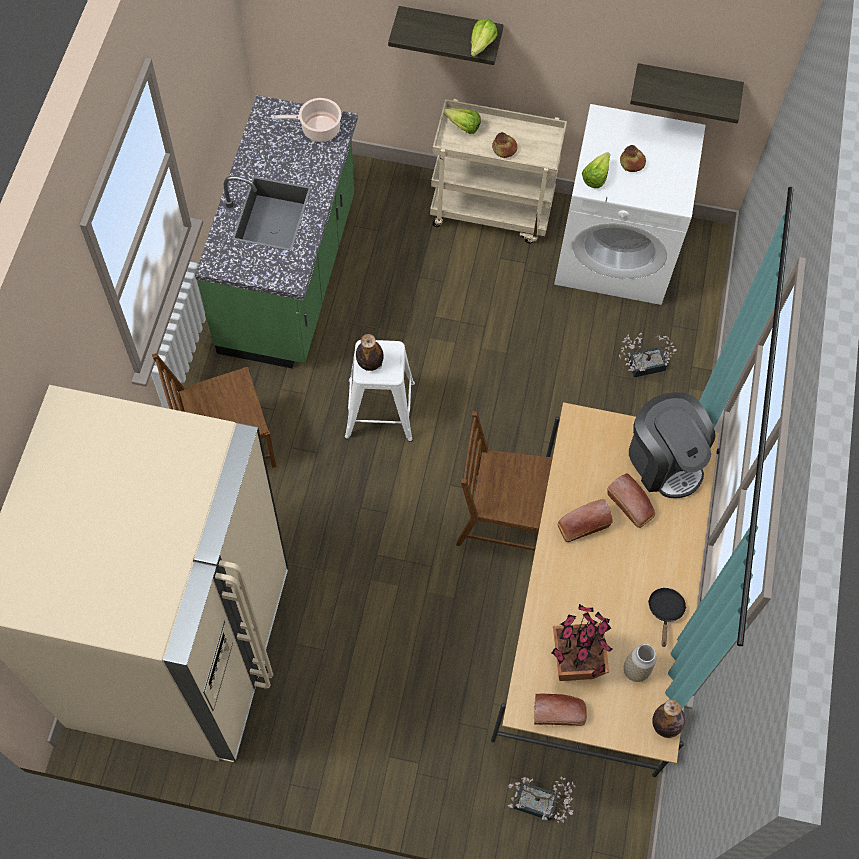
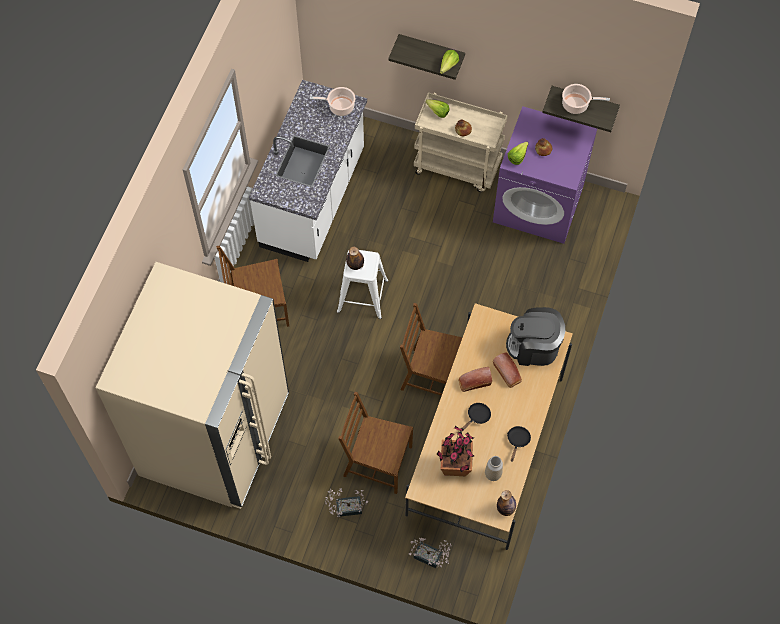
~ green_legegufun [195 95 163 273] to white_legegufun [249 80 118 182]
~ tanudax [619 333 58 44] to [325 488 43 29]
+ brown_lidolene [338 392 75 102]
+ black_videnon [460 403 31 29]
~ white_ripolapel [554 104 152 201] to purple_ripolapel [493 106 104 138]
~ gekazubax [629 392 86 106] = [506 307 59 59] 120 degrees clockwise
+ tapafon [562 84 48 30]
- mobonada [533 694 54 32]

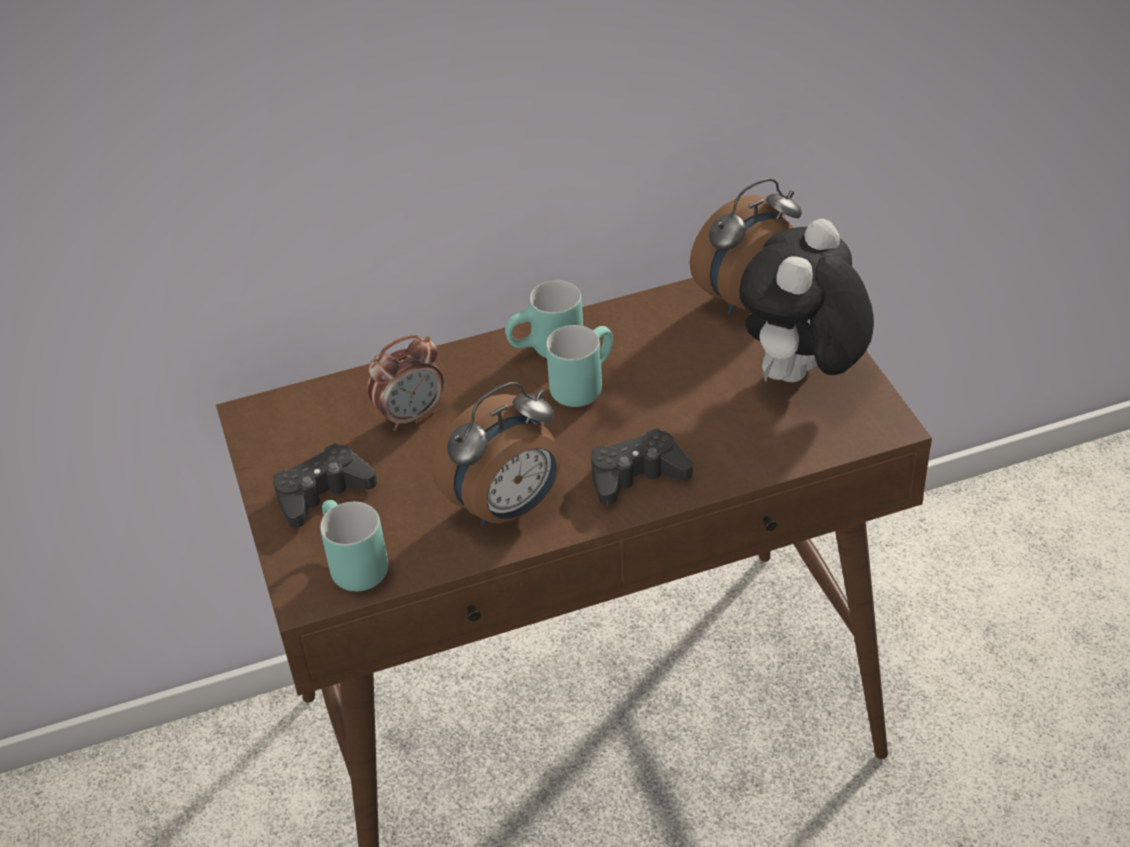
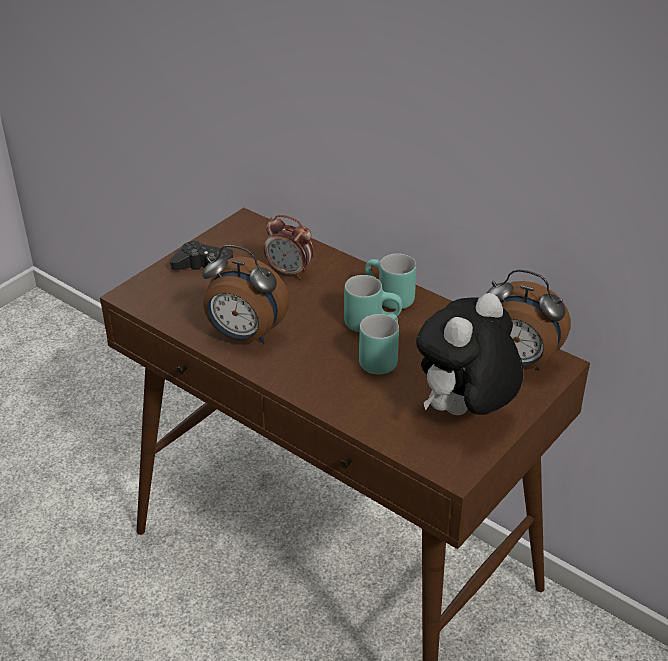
~ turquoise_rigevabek [320 500 68 91] to [359 313 40 62]
~ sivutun [739 219 135 164] = [416 293 107 122] 45 degrees counterclockwise
- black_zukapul [591 428 102 77]

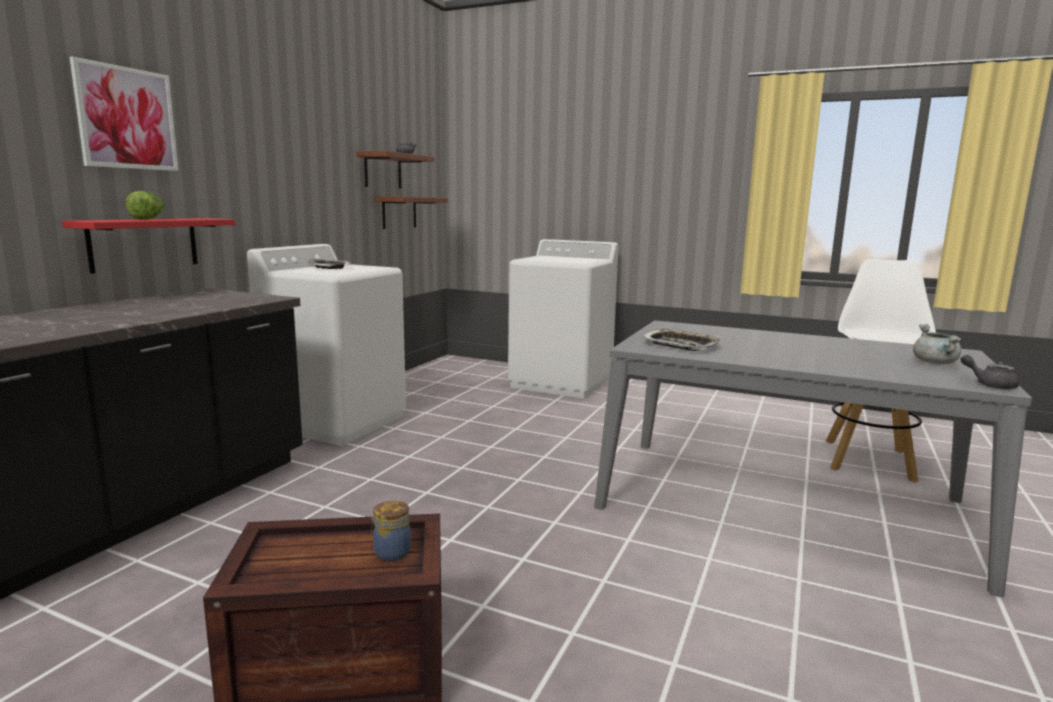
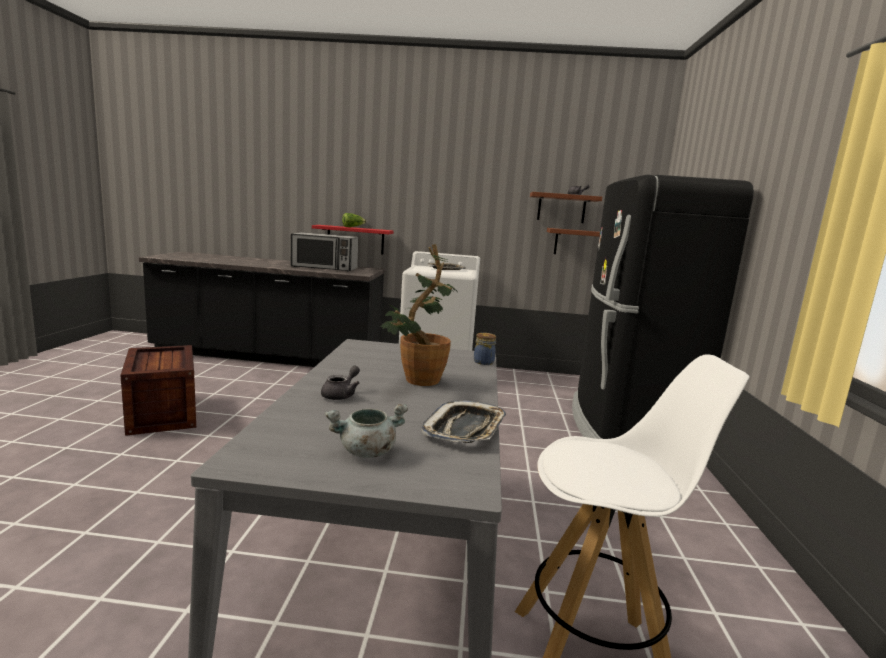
+ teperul [291 232 67 39]
~ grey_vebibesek [960 355 59 34] to [321 366 39 34]
+ tanudax [381 244 77 142]
~ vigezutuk [642 329 79 22] to [421 400 85 43]
~ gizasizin [371 501 40 60] to [474 333 22 32]
~ white_ripolapel [508 239 110 159] to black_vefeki [572 175 182 264]
- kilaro [70 56 108 115]

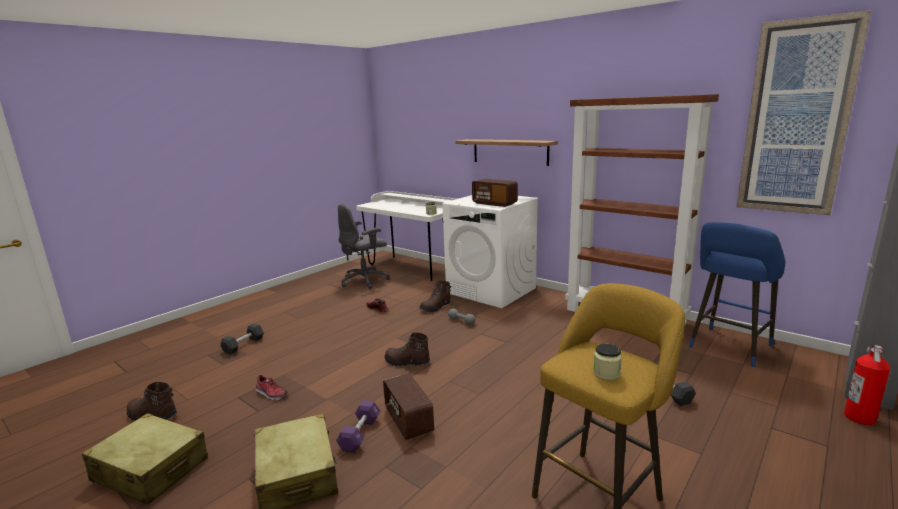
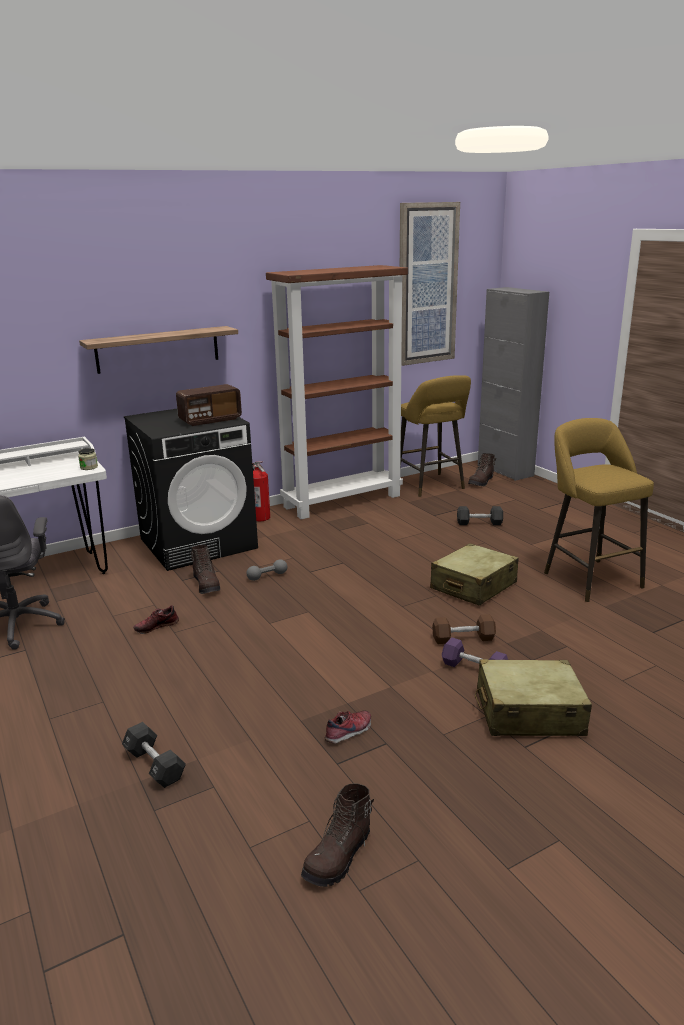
~ white_ripolapel [442 195 97 113] to black_ripolapel [124 409 134 162]
~ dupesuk [844 345 46 80] to [252 461 18 60]
~ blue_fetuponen [689 222 97 145] to yellow_fetuponen [400 375 71 122]
~ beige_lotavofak [82 413 126 92] to [430 543 89 63]
~ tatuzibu [383 373 51 67] to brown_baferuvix [432 614 64 30]
~ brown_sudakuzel [384 332 46 34] to [468 453 28 33]
- gizasizin [593 344 29 36]

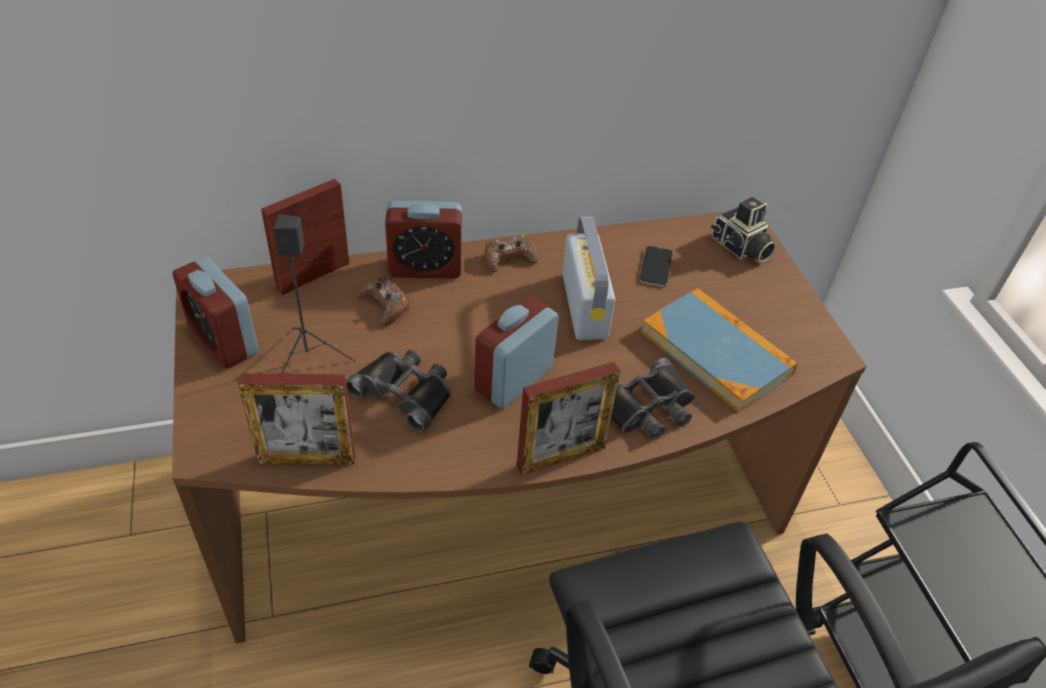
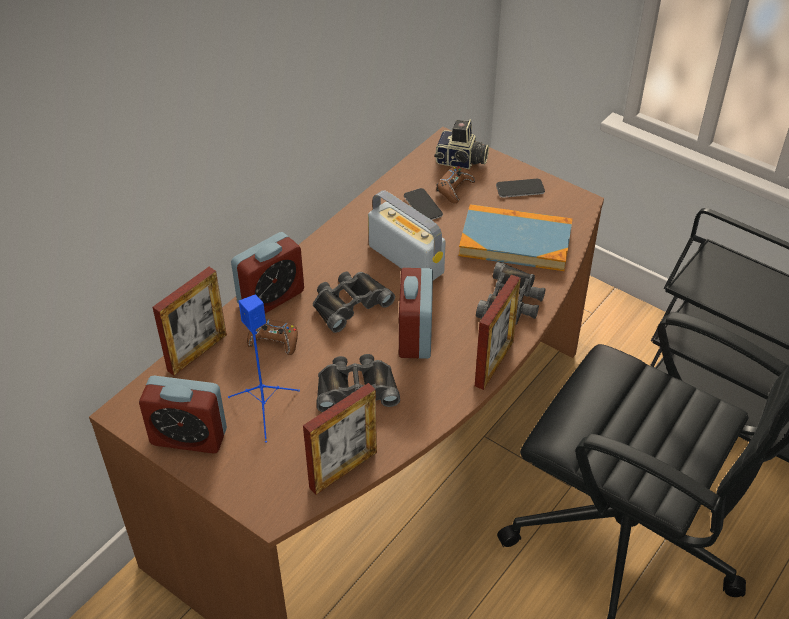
~ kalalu [261 179 88 116] = [152 267 75 109] 150 degrees counterclockwise
~ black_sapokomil [274 214 82 160] to blue_sapokomil [228 294 72 149]
+ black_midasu [313 272 82 61]
~ brown_zukapul [485 235 53 37] to [436 166 39 38]
+ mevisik [496 179 49 19]

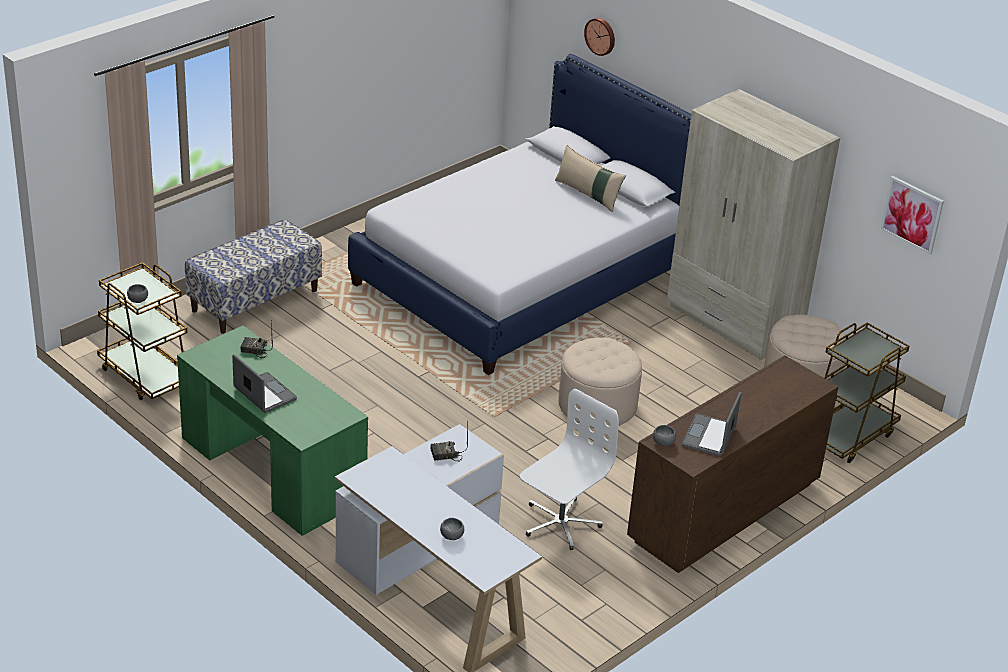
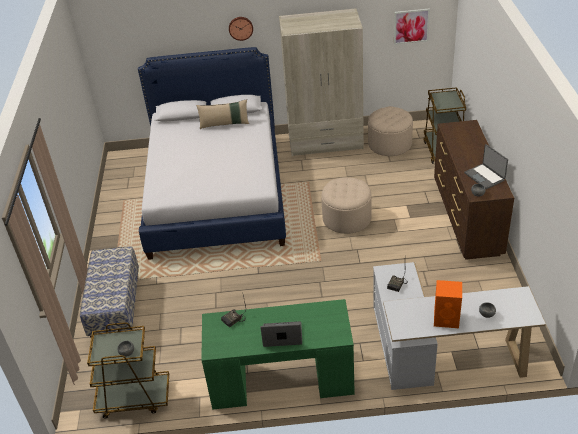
~ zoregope [584 18 31 38] to [229 17 24 24]
+ orange_sapokomil [434 280 28 48]
- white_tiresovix [520 389 99 161]

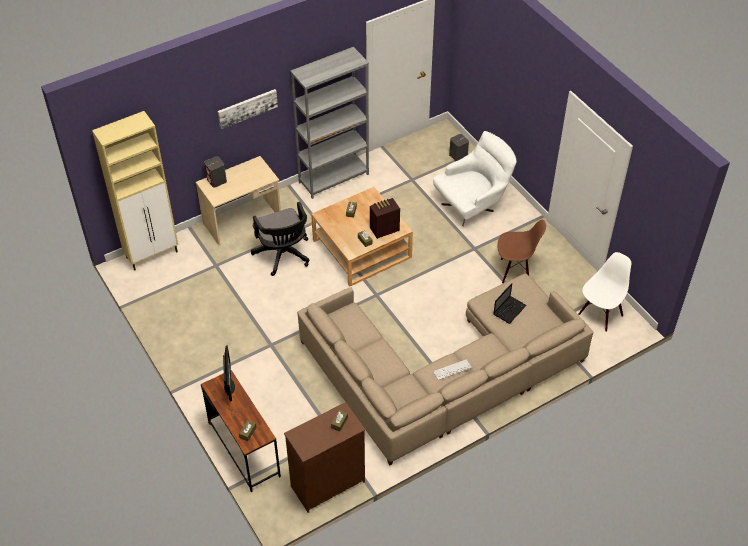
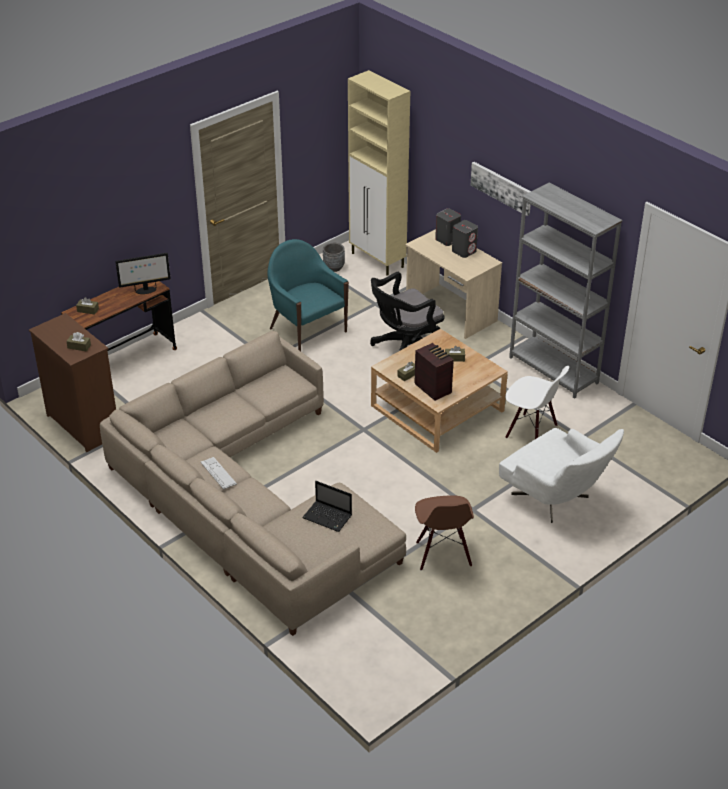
+ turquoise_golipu [267 239 82 112]
+ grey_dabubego [323 243 22 29]
~ grey_sapokomil [449 134 20 27] to [452 220 26 38]
~ white_lidolene [578 252 53 80] to [505 366 64 73]

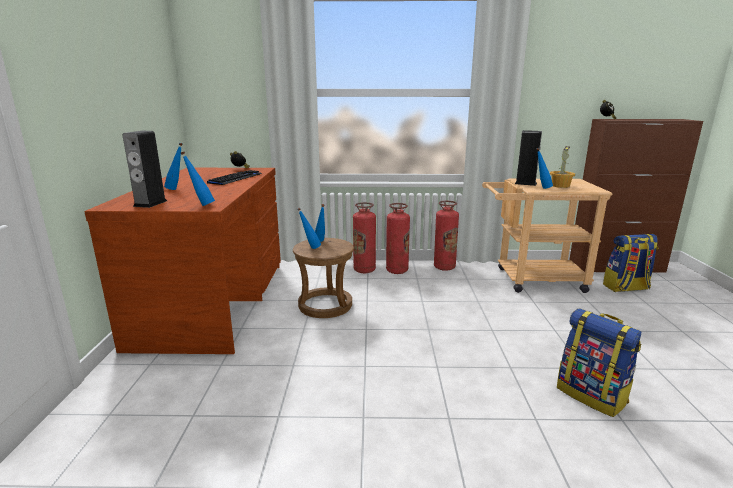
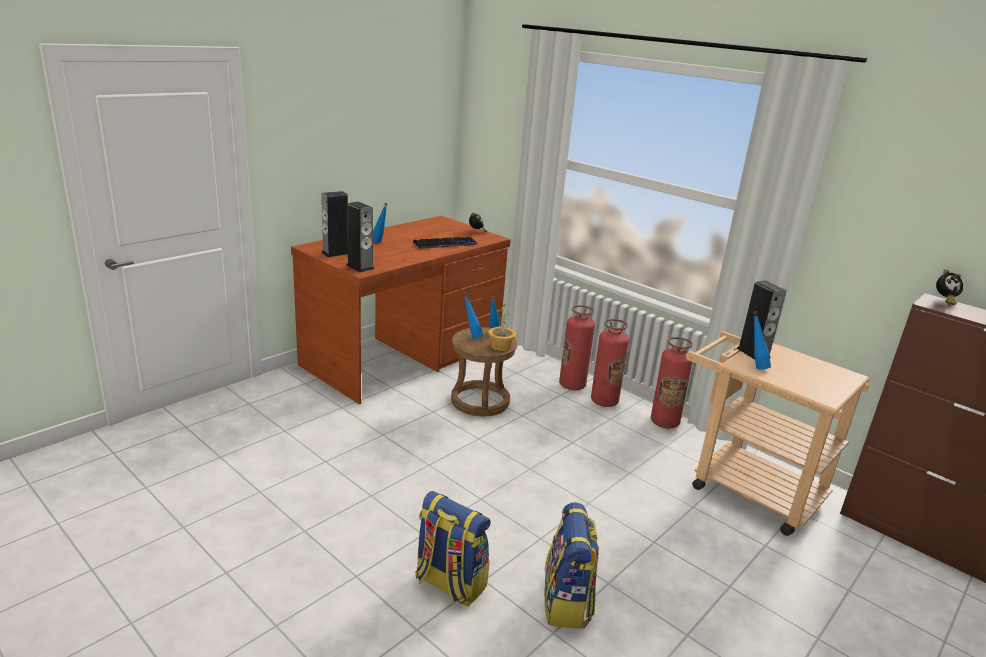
~ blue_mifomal [181 152 34 54] to sapokomil [347 202 27 70]
~ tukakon [603 234 55 58] to [416 491 75 115]
~ tanudax [550 146 25 42] to [488 304 28 47]

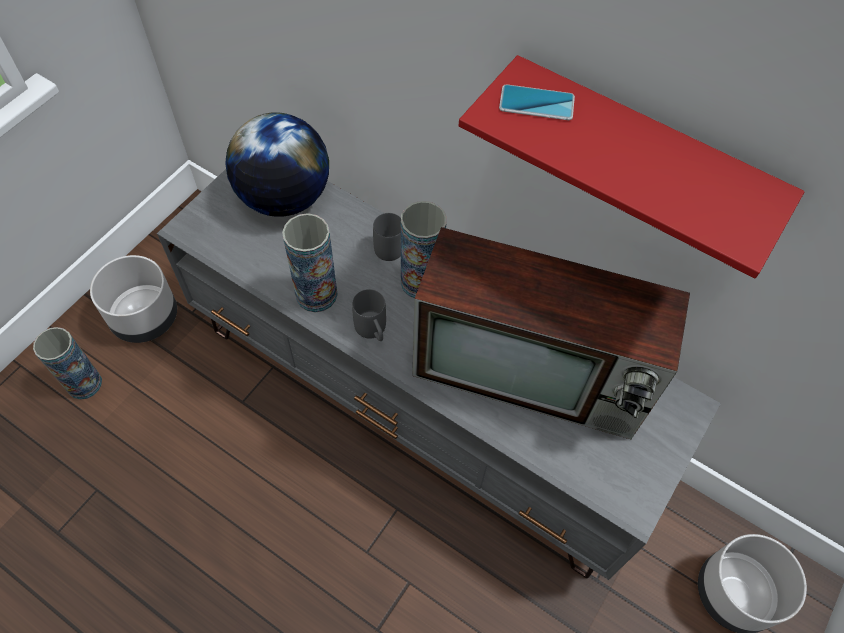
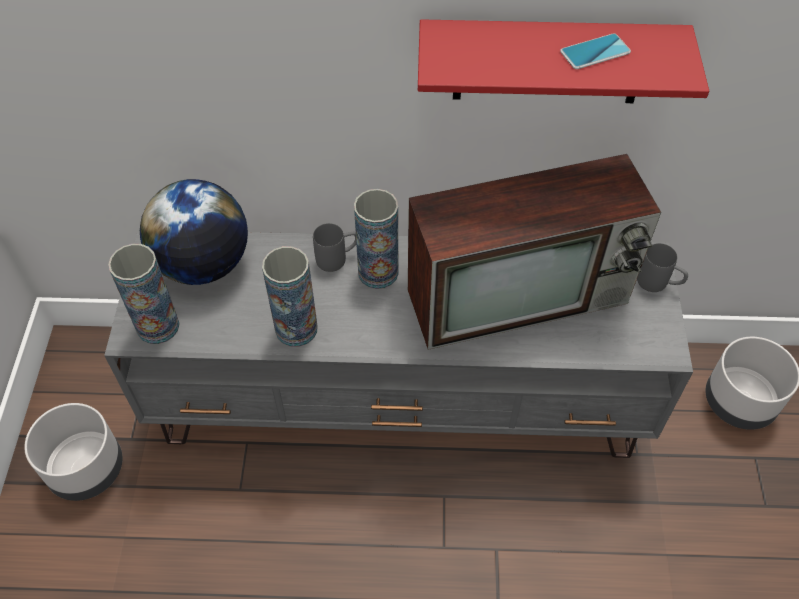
~ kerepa [33 327 69 73] to [108 244 71 100]
~ mevisik [499 84 76 36] to [560 33 71 36]
~ grey_rigevabek [352 289 34 52] to [637 243 51 49]

